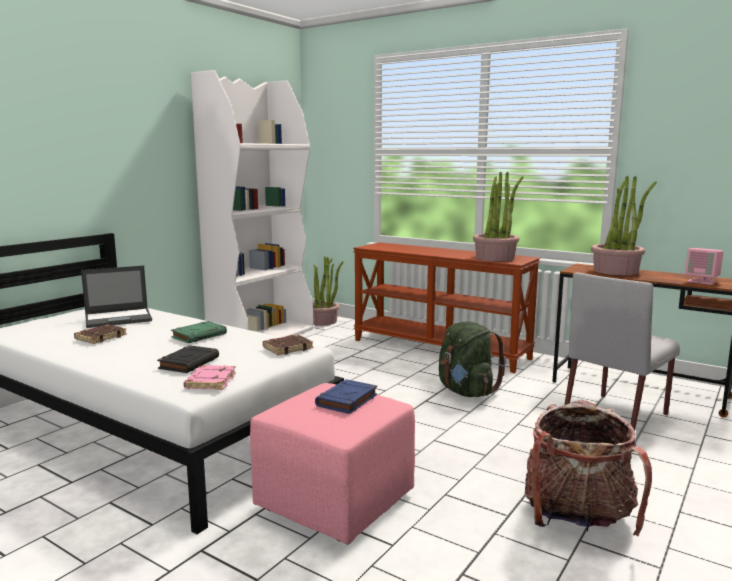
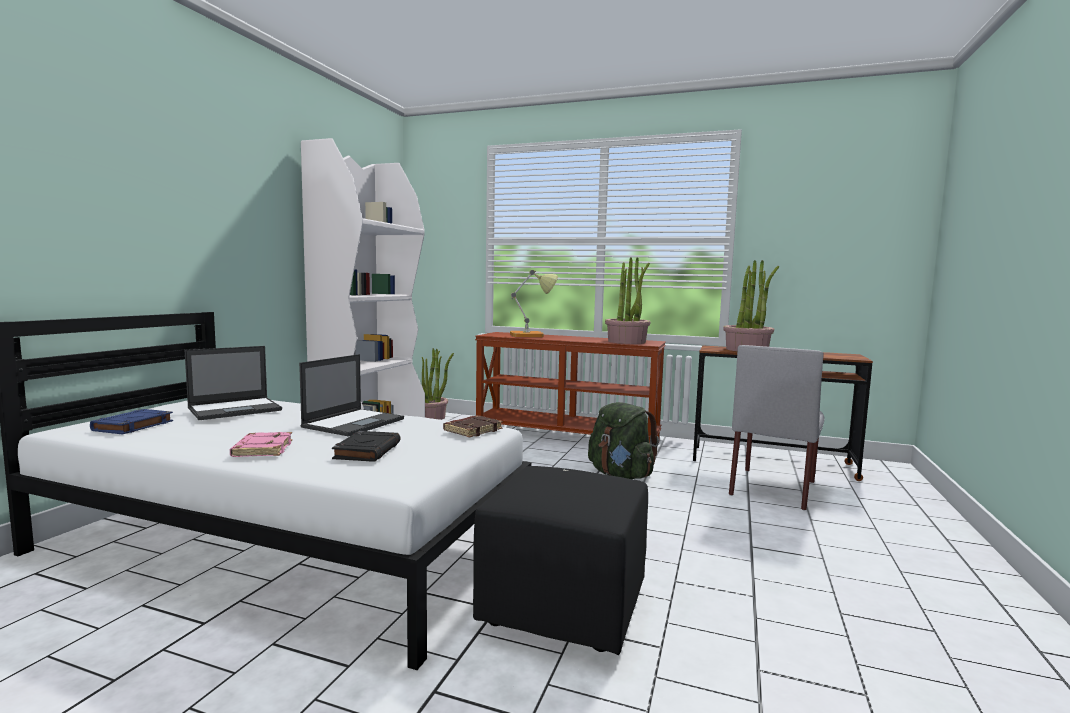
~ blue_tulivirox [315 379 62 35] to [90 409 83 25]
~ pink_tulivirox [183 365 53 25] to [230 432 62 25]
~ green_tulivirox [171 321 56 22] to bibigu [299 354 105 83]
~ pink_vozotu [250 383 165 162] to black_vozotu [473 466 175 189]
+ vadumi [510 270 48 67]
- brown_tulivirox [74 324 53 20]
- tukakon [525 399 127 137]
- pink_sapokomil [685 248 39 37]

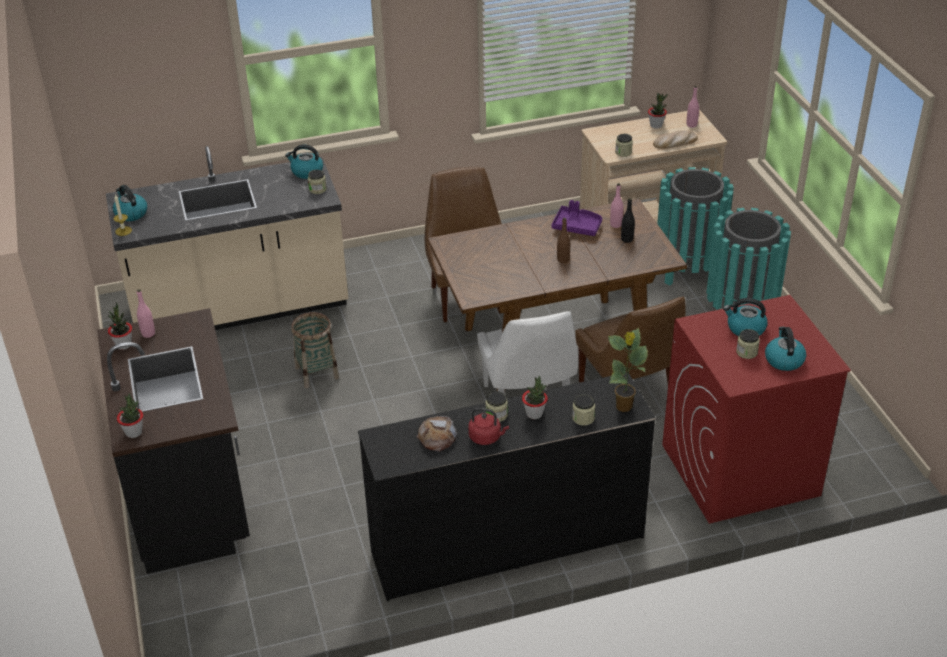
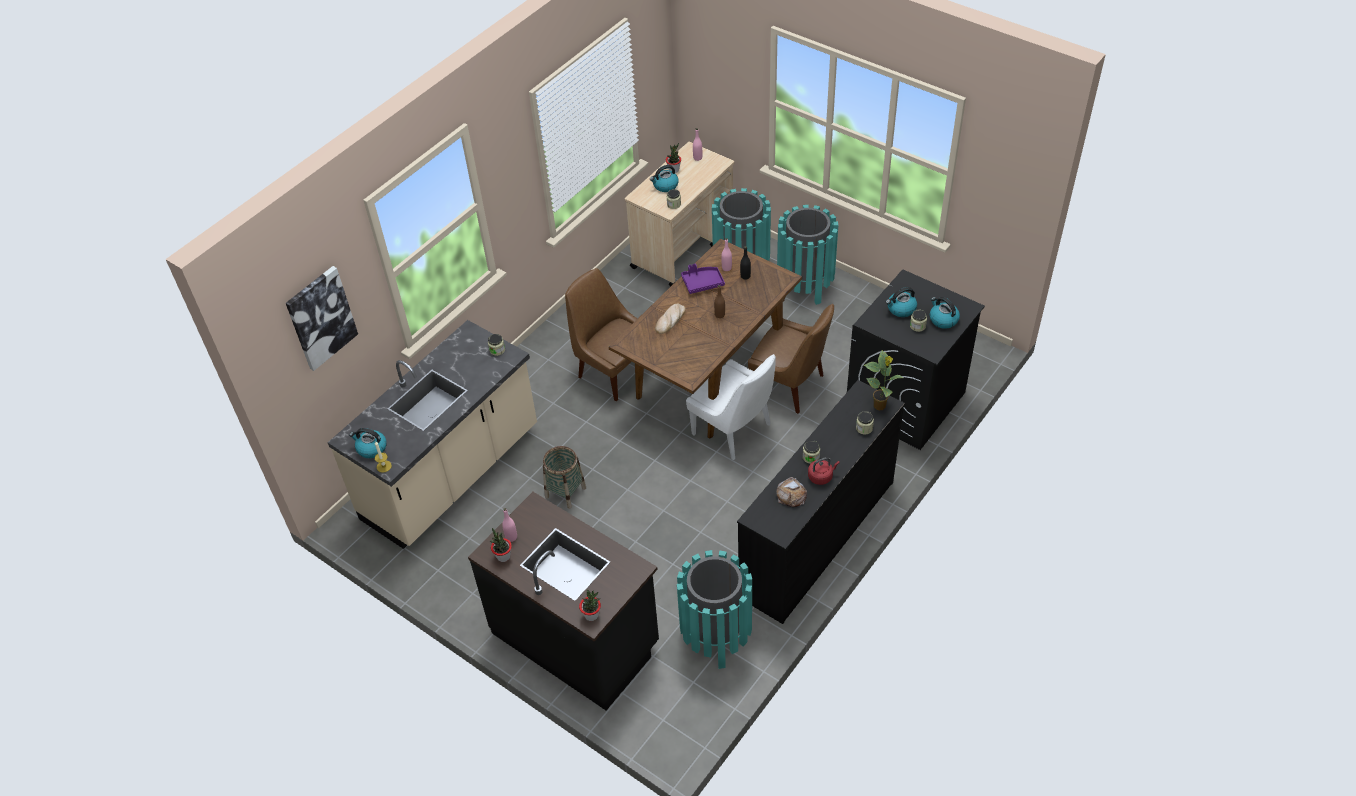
+ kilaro [286 266 72 105]
~ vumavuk [285 145 38 34] to [650 165 29 27]
~ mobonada [653 130 45 19] to [655 304 31 30]
+ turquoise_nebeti [677 550 75 119]
~ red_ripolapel [662 295 189 229] to black_ripolapel [847 269 138 181]
- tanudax [522 376 26 43]

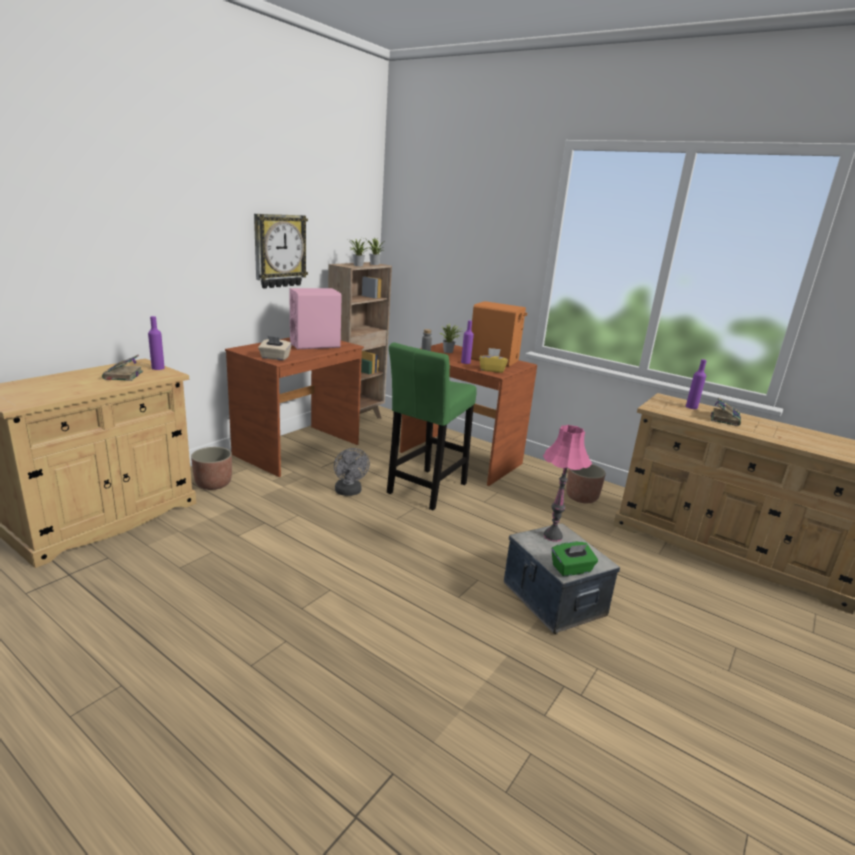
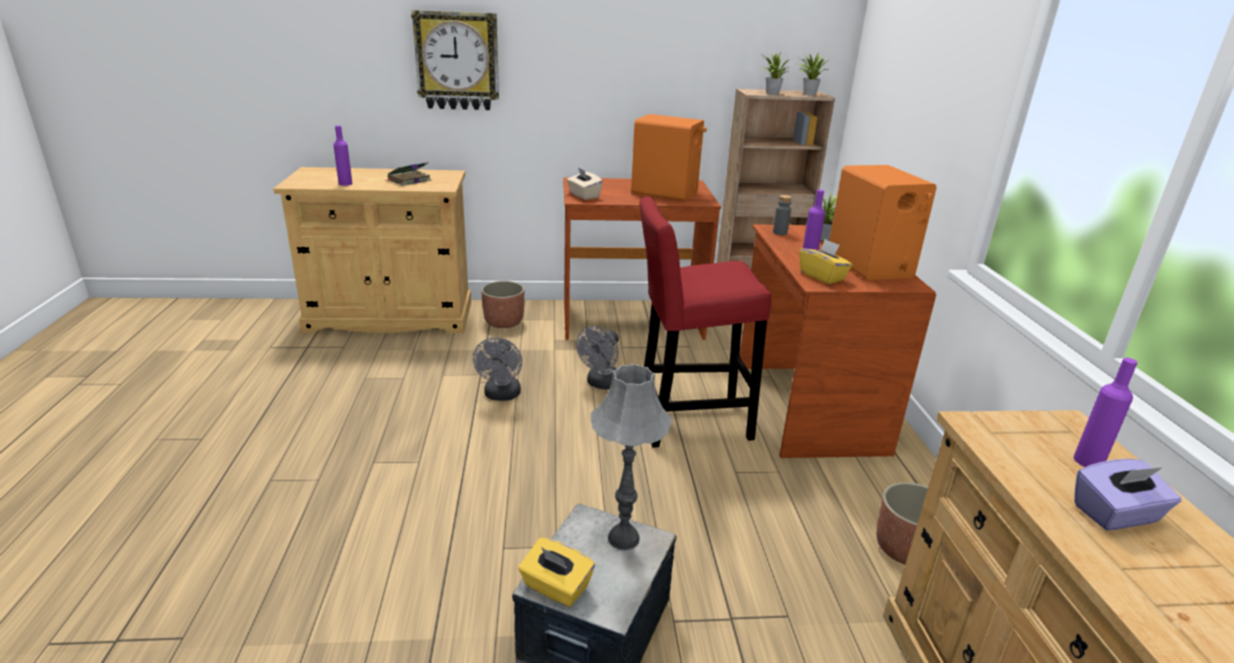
~ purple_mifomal [148 316 17 54] to [333 125 19 61]
~ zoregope [254 214 54 75] to [411 10 88 100]
+ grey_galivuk [473 337 49 64]
~ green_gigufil [552 542 46 34] to yellow_gigufil [518 537 77 70]
~ pink_vadumi [543 425 49 117] to grey_vadumi [591 364 81 186]
~ pink_sapokomil [289 288 53 61] to orange_sapokomil [631 114 76 87]
~ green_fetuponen [387 342 90 168] to red_fetuponen [639 196 132 252]
~ tulivirox [711 397 30 29] to purple_gigufil [1074 459 107 71]

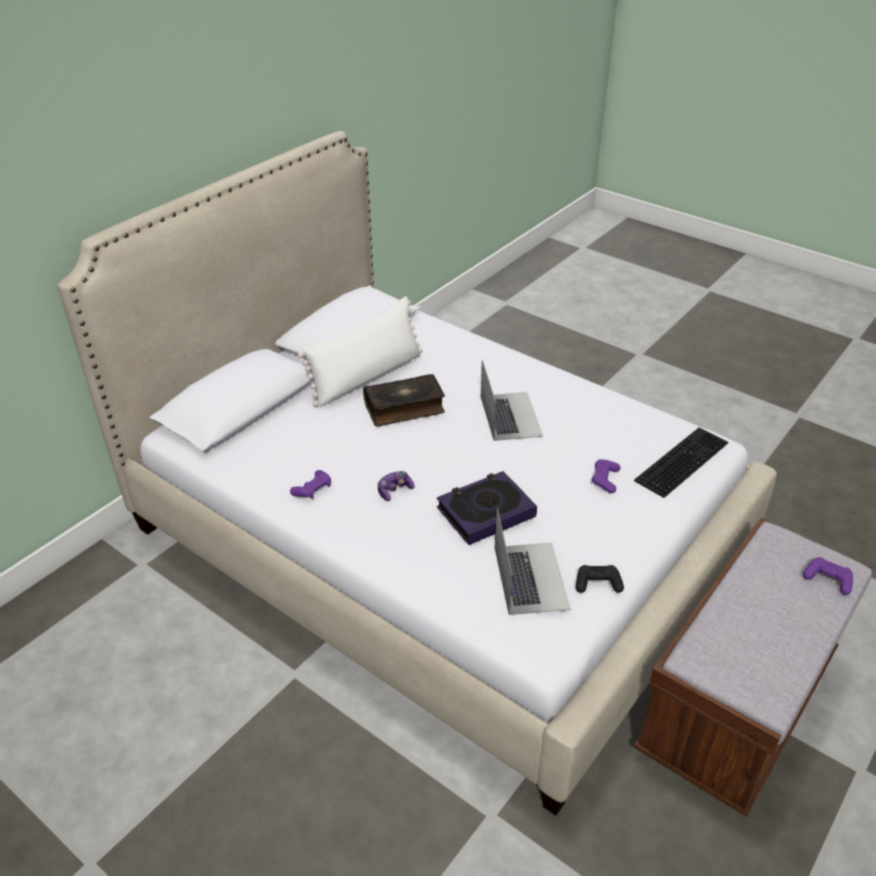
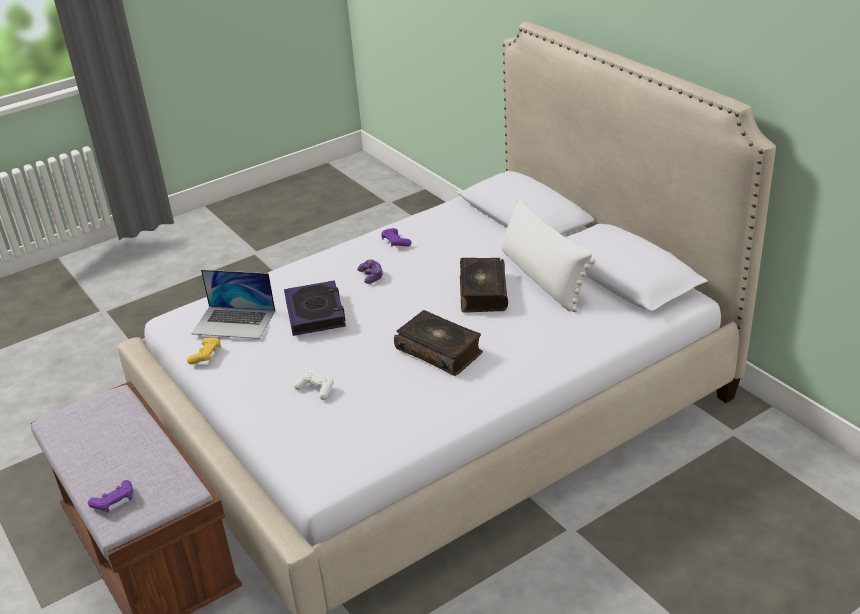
~ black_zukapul [576 565 48 28] to yellow_zukapul [187 337 34 28]
~ purple_zukapul [592 459 28 34] to white_zukapul [294 370 40 30]
~ bibigu [481 359 62 82] to tulivirox [394 310 89 66]
- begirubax [634 427 94 71]

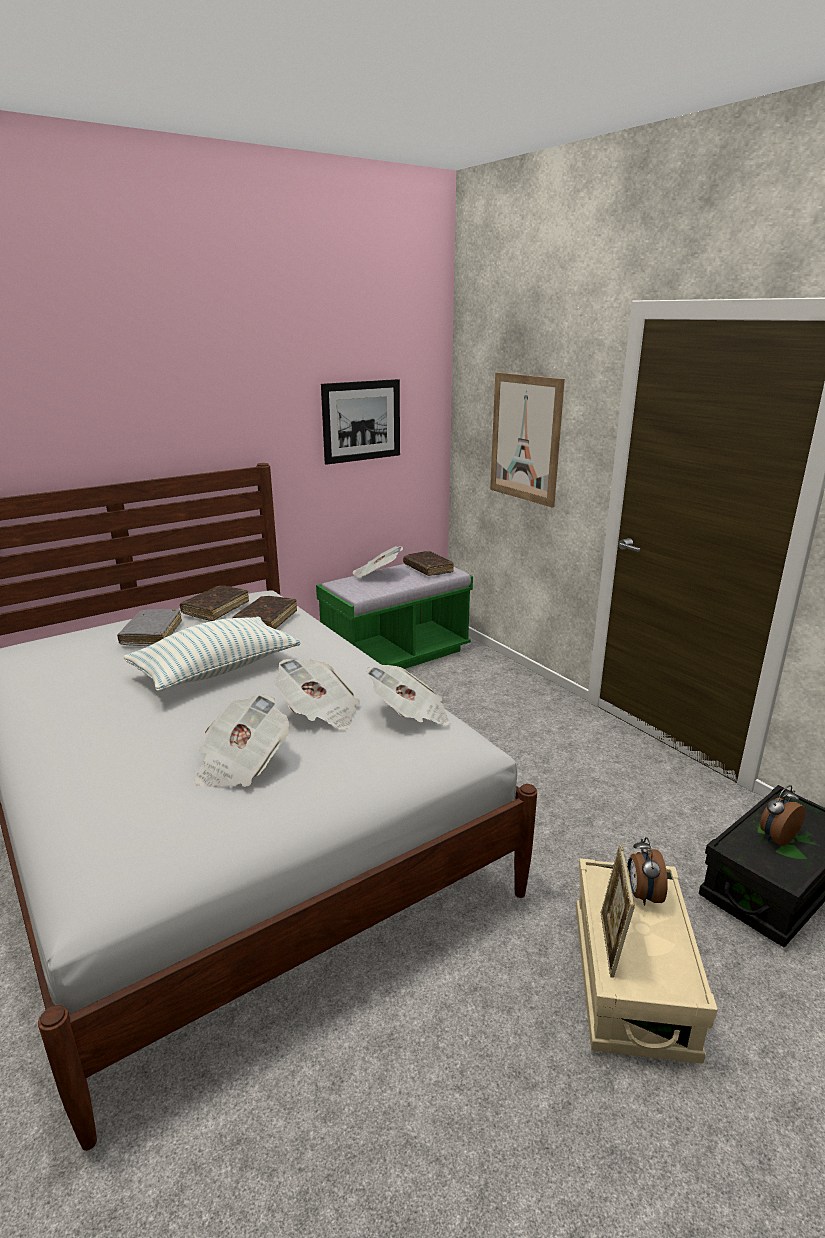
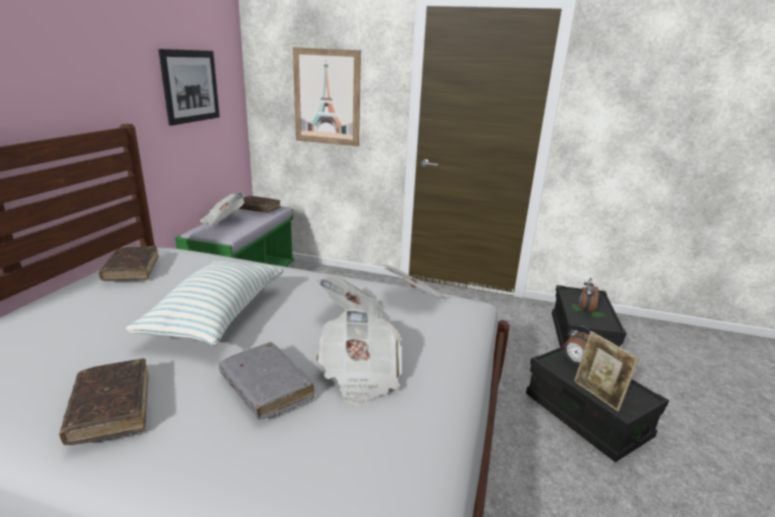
~ brown_tulivirox [232 596 65 33] to [59 358 89 87]
~ grey_tulivirox [117 609 65 37] to [219 342 96 78]
~ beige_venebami [576 858 142 206] to black_venebami [526 346 143 116]

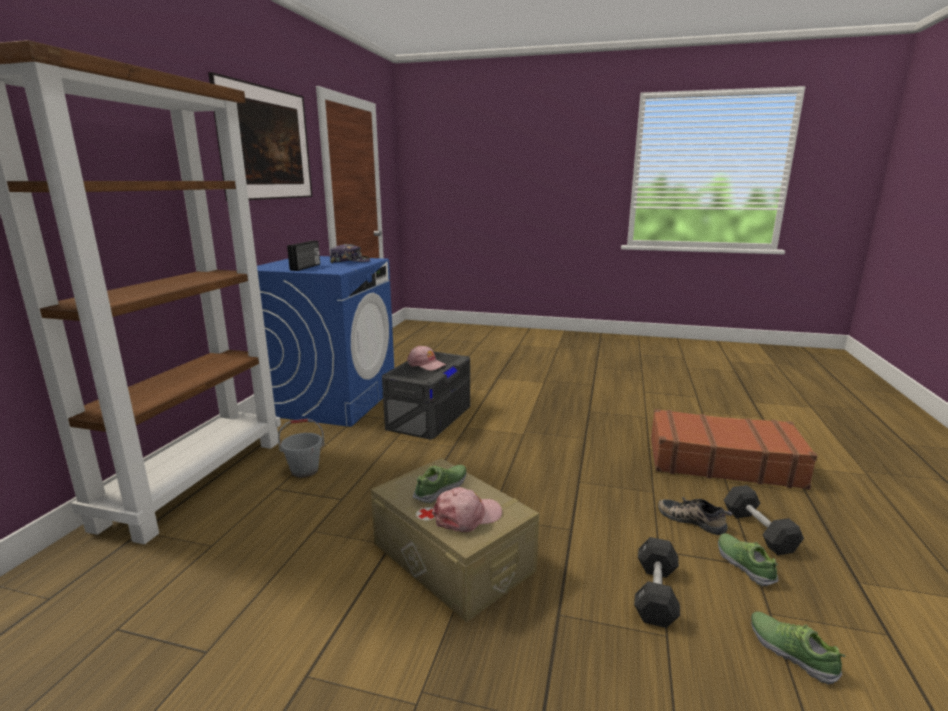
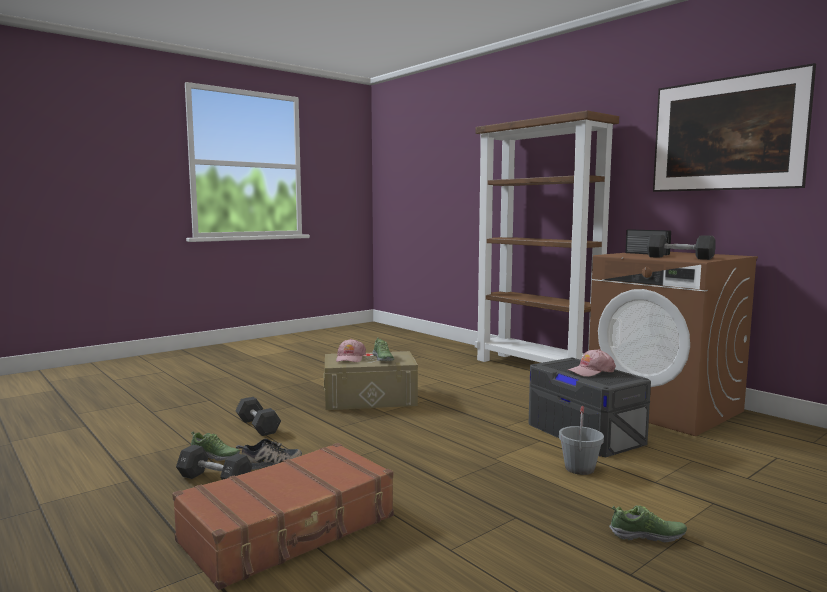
~ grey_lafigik [278 419 46 59] to [559 406 45 69]
~ blue_ripolapel [257 256 137 171] to brown_ripolapel [589 252 169 184]
~ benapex [751 612 95 73] to [609 505 78 37]
~ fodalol [330 244 41 19] to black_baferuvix [647 234 69 26]

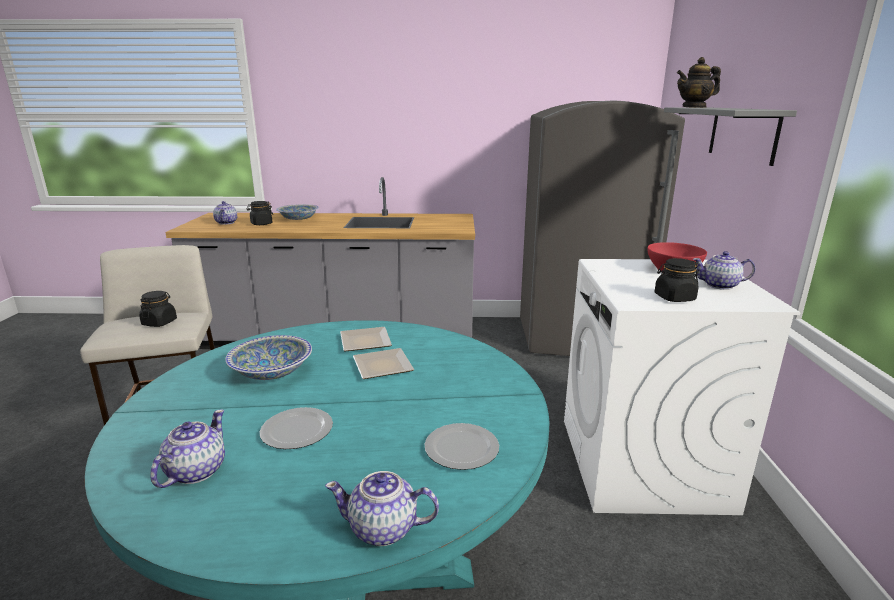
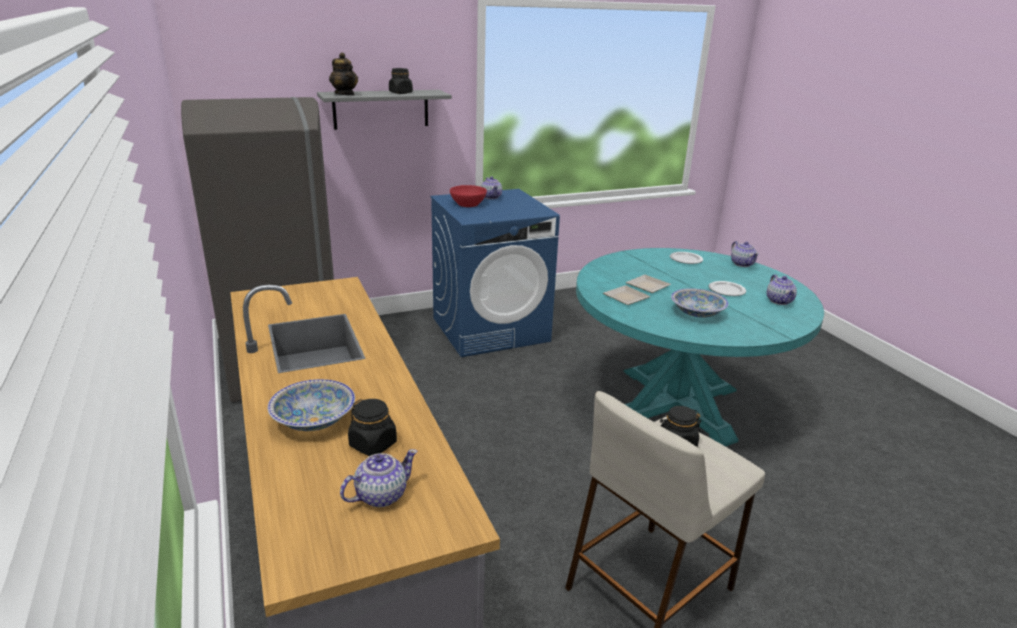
~ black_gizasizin [654 258 45 44] to [389 68 24 26]
~ white_ripolapel [564 259 237 256] to blue_ripolapel [430 189 130 168]
~ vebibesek [150 409 75 79] = [766 274 31 31] 90 degrees counterclockwise

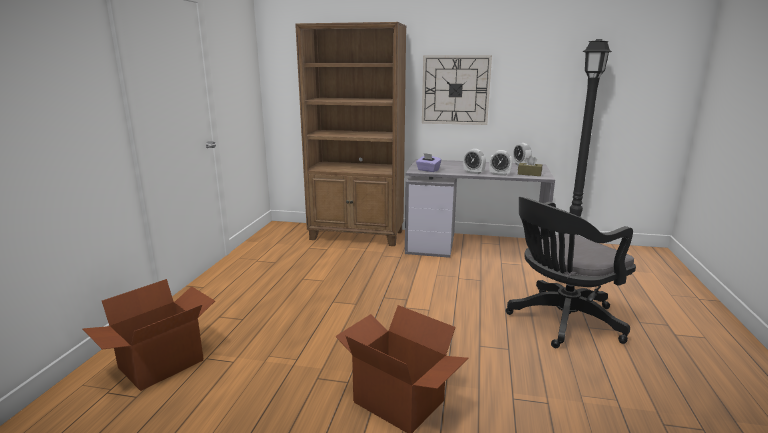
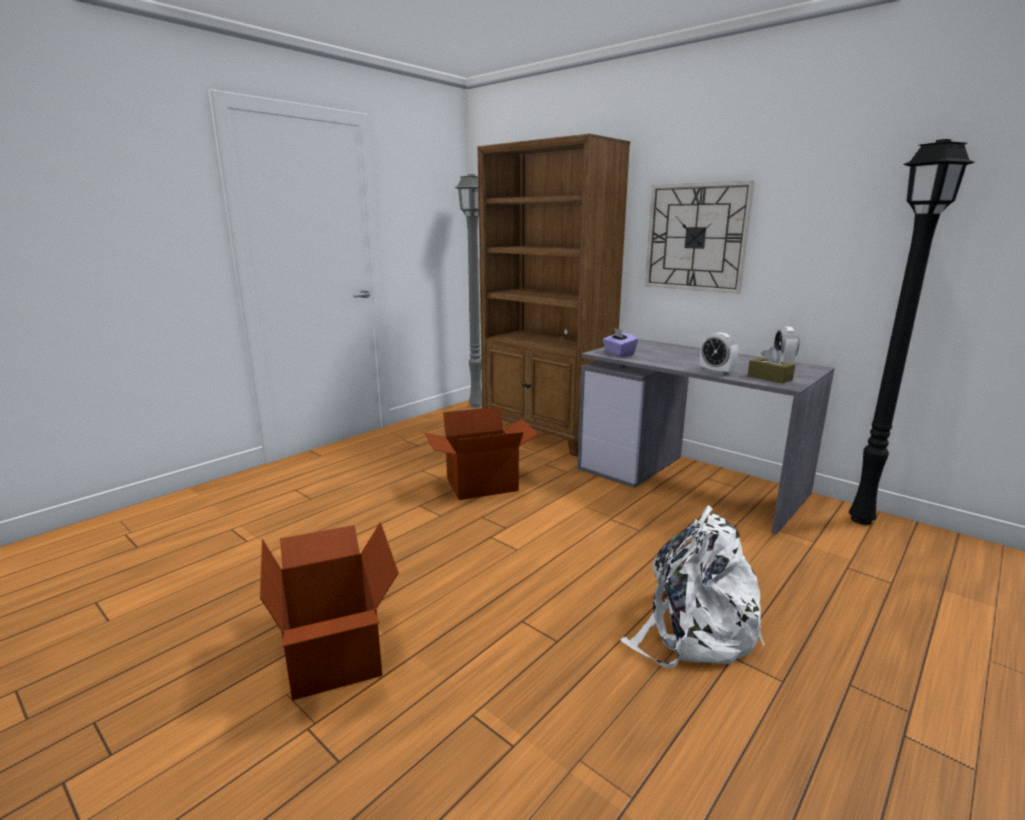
~ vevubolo [83 279 132 112] to [424 406 114 94]
+ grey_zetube [455 174 27 234]
~ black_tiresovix [506 197 130 151] to white_tukakon [620 505 145 163]
- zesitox [463 149 23 25]

